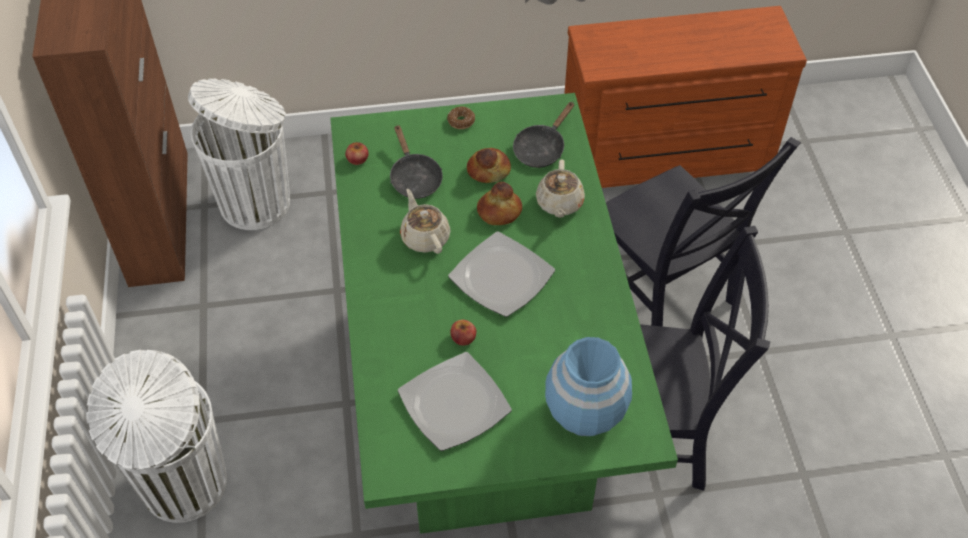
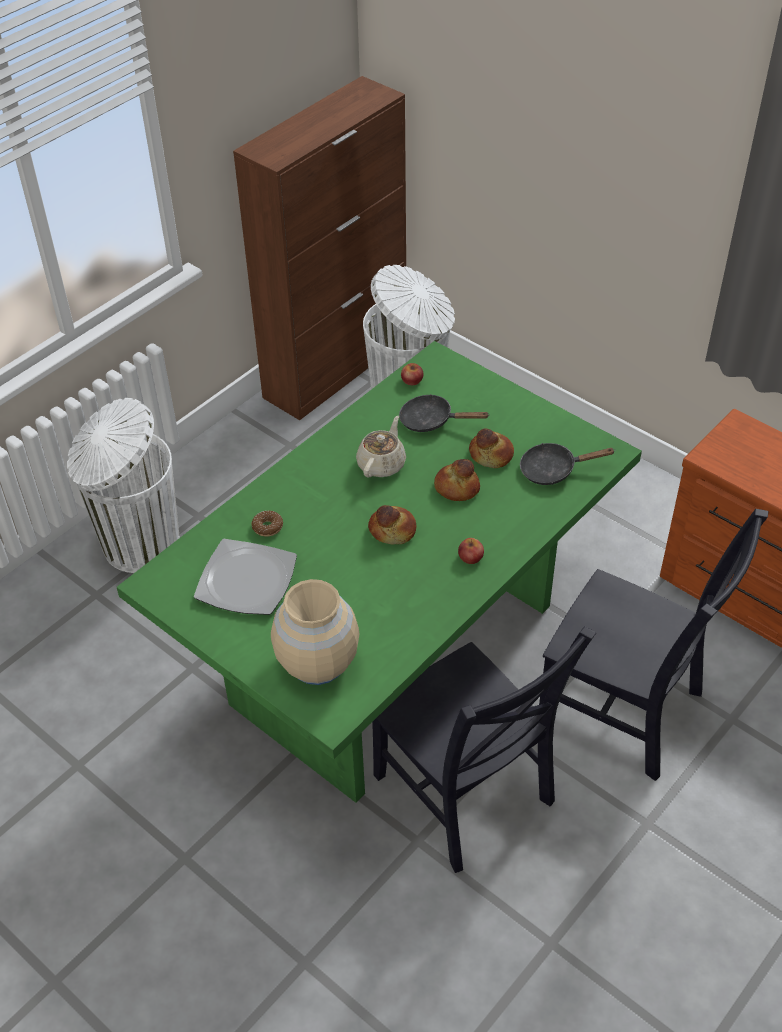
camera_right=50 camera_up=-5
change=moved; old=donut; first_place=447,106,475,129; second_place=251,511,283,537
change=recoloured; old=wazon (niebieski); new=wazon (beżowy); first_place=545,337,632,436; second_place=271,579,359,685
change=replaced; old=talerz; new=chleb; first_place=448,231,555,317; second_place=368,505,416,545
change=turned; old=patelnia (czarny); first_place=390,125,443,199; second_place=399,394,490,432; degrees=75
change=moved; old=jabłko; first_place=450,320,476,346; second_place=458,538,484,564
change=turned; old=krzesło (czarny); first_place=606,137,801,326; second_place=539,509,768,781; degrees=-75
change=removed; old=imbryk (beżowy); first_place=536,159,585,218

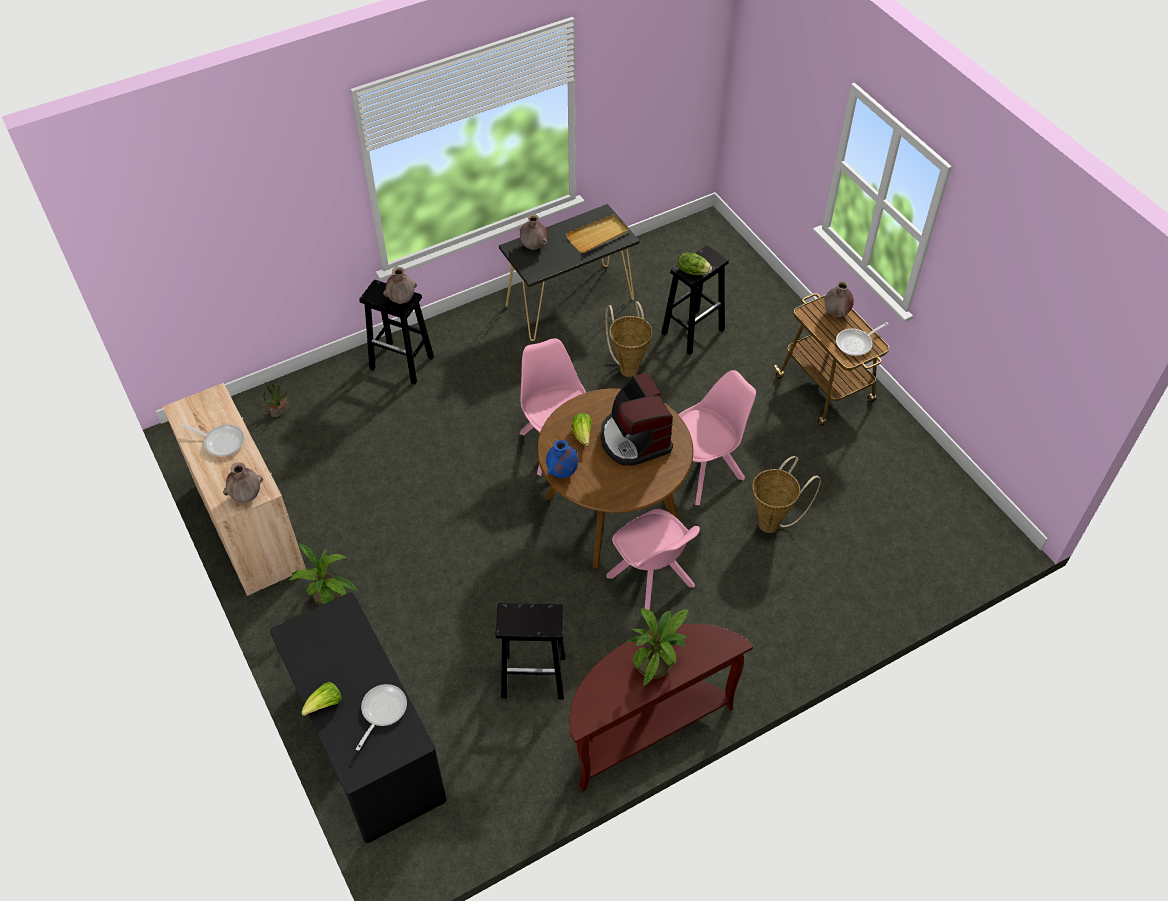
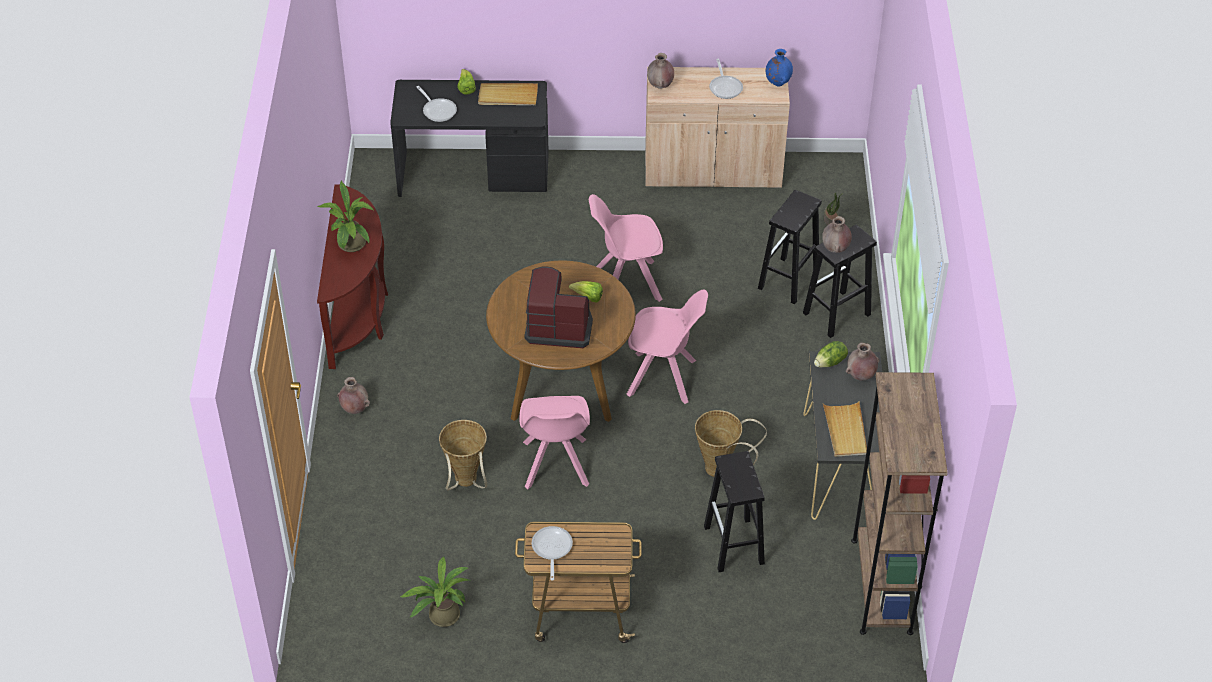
camera_right=120 camera_up=-5
change=moved; old=wazon (brązowy); first_place=824,281,854,317; second_place=337,377,370,414
change=moved; old=roślina doniczkowa; first_place=289,542,358,606; second_place=399,556,469,627
change=added; new=taca (beżowy); second_place=478,83,538,105
change=moved; old=krzesło (różowy); first_place=607,509,700,611; second_place=589,194,663,302
change=turned; old=patelnia; first_place=181,424,244,456; second_place=709,59,743,99; degrees=-60
change=moved; old=stołek (czarny); first_place=496,603,565,700; second_place=758,190,822,304
change=moved; old=wazon (niebieski); first_place=546,440,578,478; second_place=766,49,793,86
change=moved; old=sałata; first_place=678,253,712,275; second_place=814,341,848,368
change=added; new=regał (brązowy); second_place=851,372,948,635

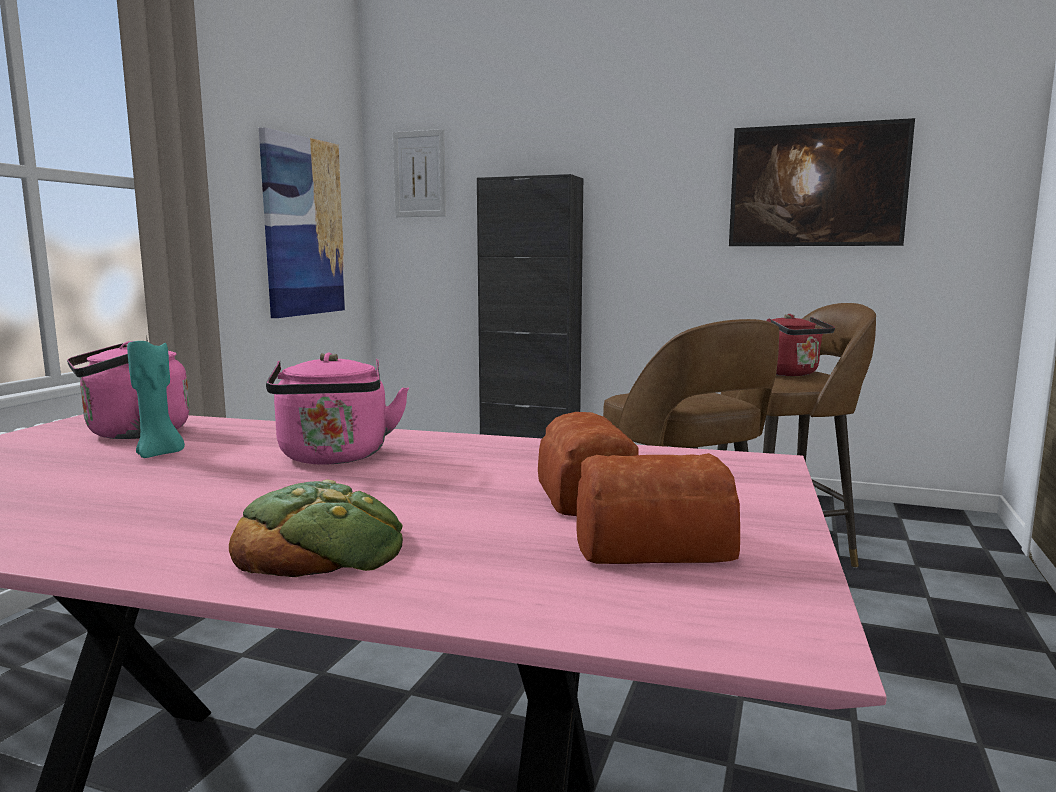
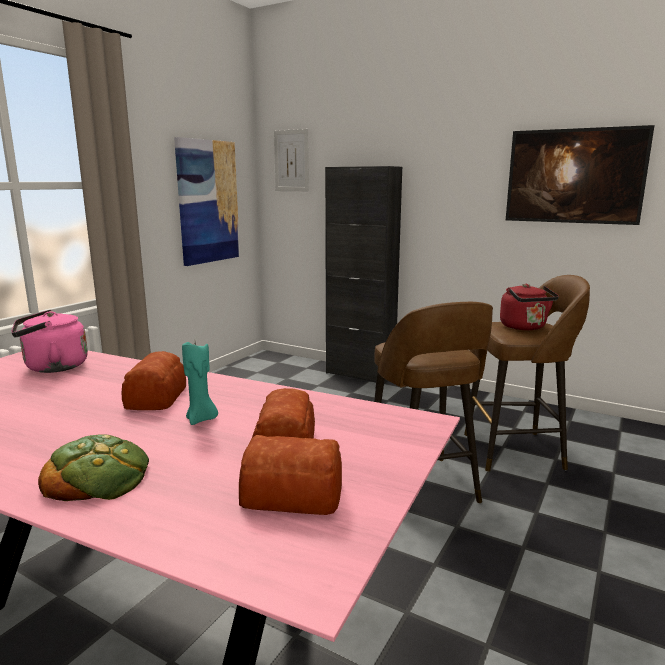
camera_right=10 camera_up=5
change=replaced; old=czajnik (różowy); new=chleb; first_place=266,352,409,465; second_place=122,351,186,410
change=moved; old=świeca (turkusowy); first_place=127,340,185,458; second_place=182,342,218,425

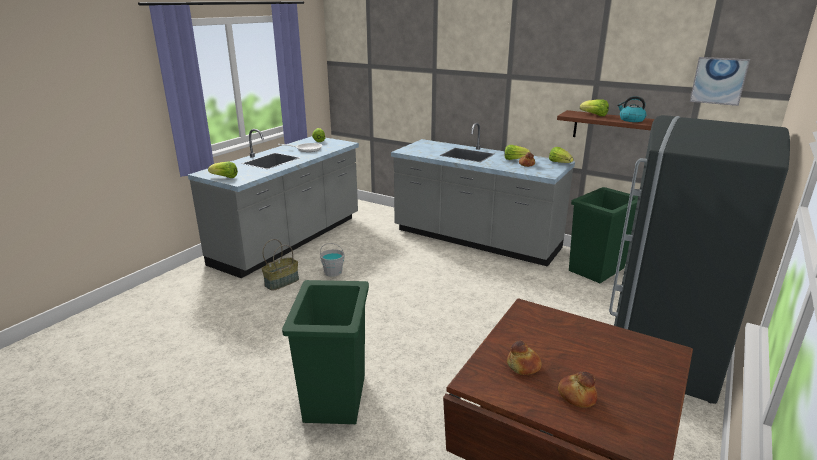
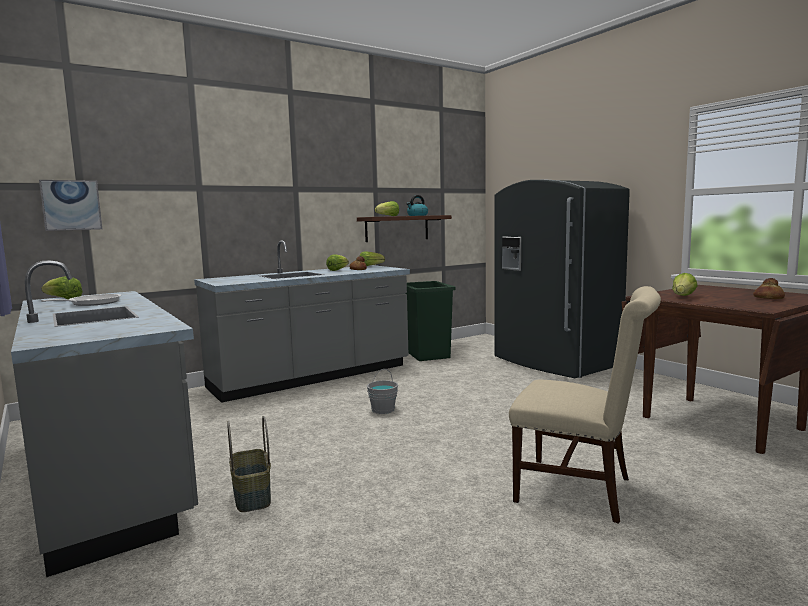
camera_right=-65 camera_up=-15
change=moved; old=obraz; first_place=690,57,750,106; second_place=39,180,102,231
change=moved; old=wiadro (szary); first_place=320,243,345,277; second_place=367,369,398,414
change=replaced; old=kosz na śmieci (zielony); new=krzesło (beżowy); first_place=282,280,369,424; second_place=509,286,661,523
change=moved; old=sałata; first_place=208,162,238,178; second_place=672,273,698,296
change=removed; old=chleb; first_place=507,340,542,375

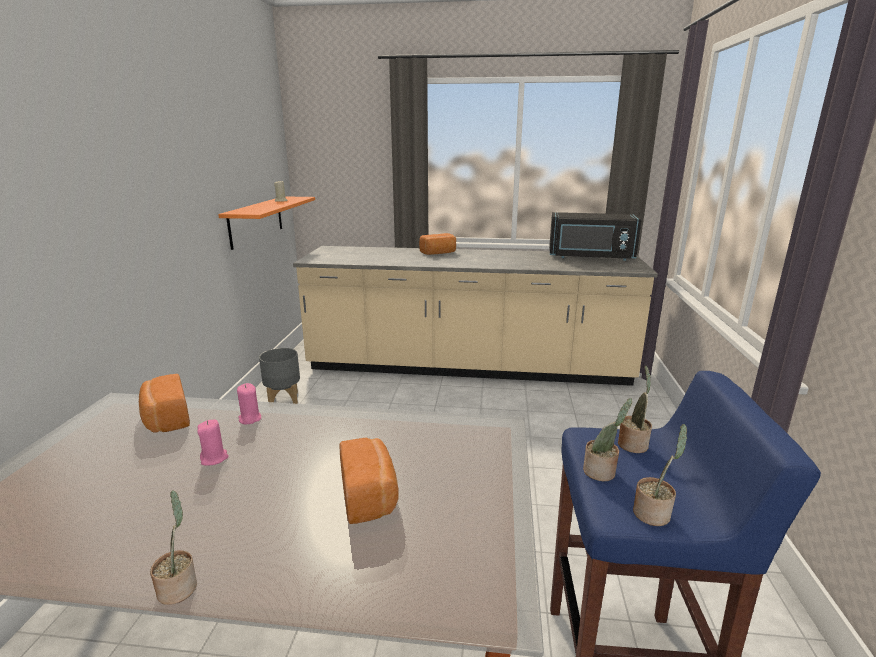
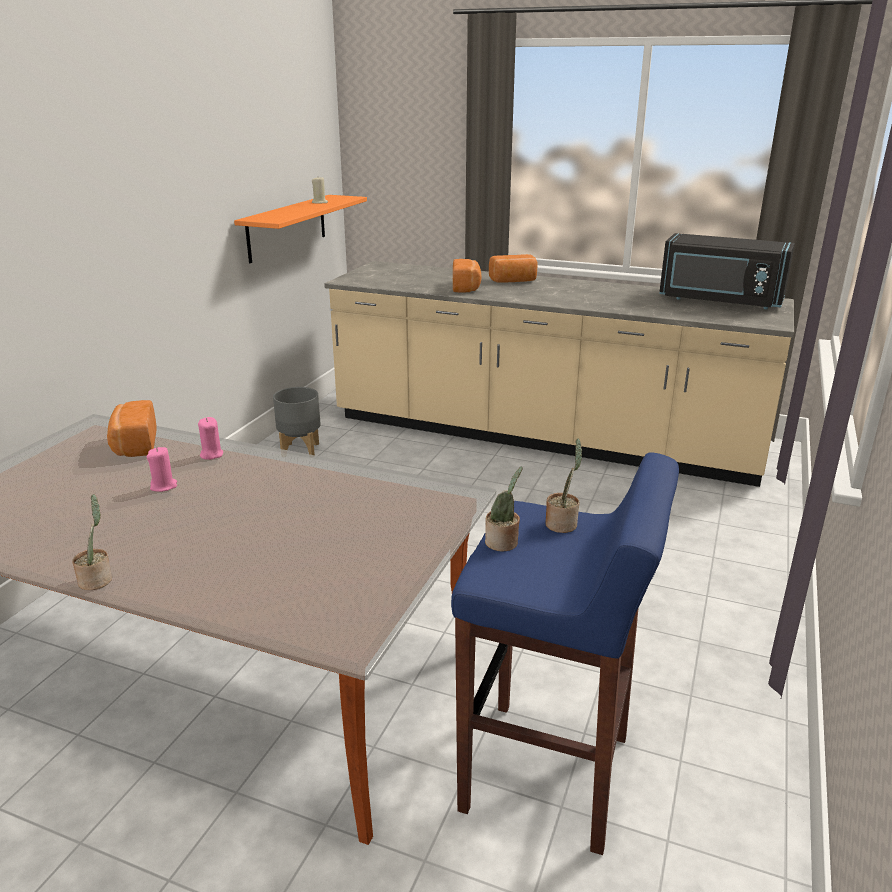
camera_right=15 camera_up=5
change=moved; old=chleb; first_place=339,437,399,524; second_place=453,259,481,292
change=removed; old=roślina doniczkowa; first_place=633,424,687,526

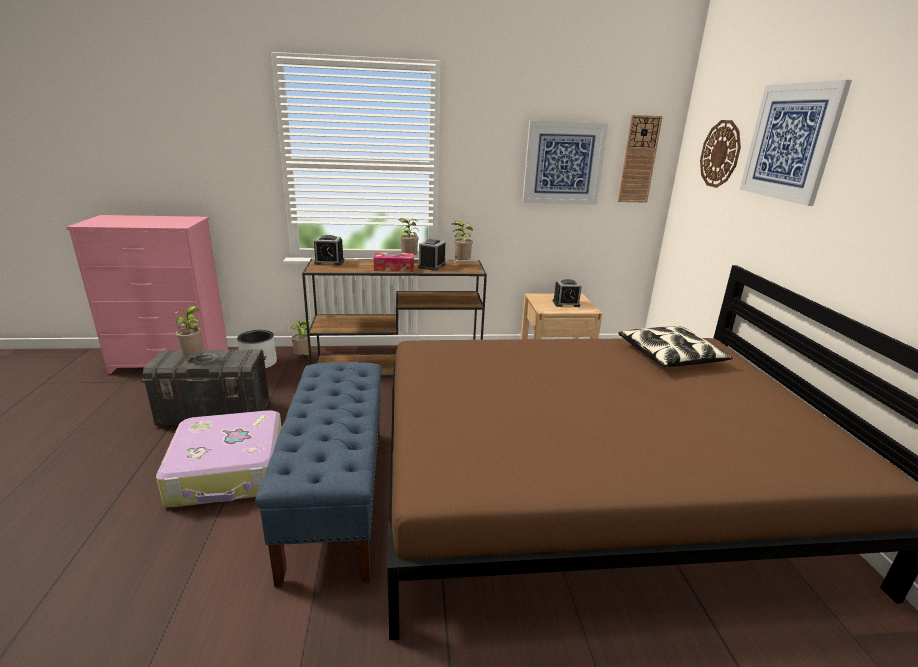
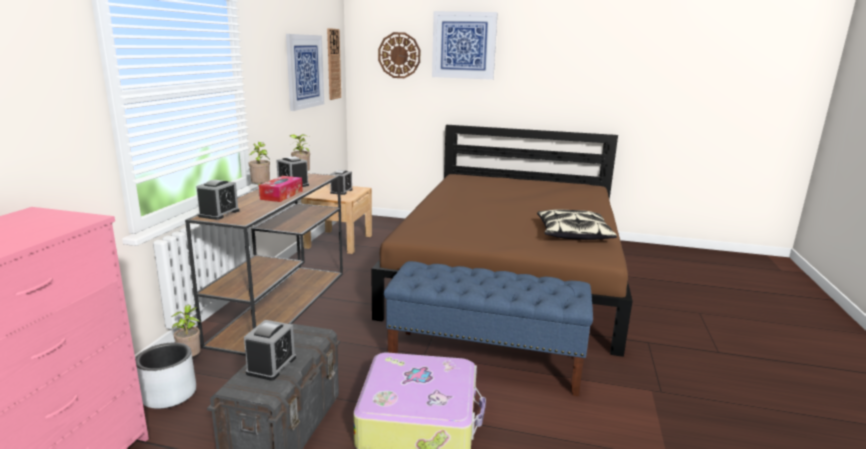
camera_right=-70 camera_up=-5
change=replaced; old=roślina doniczkowa; new=budzik; first_place=173,306,203,355; second_place=244,320,296,381
change=moved; old=poduszka; first_place=618,326,733,367; second_place=537,209,617,240

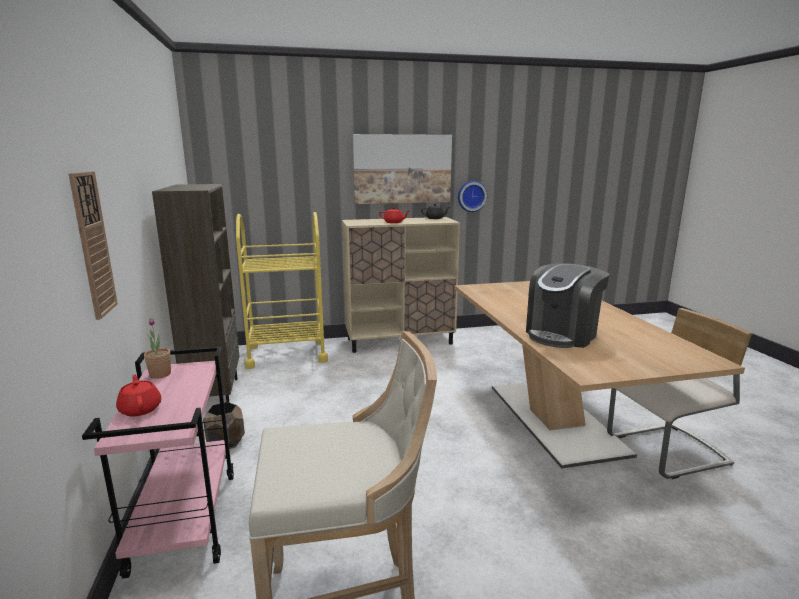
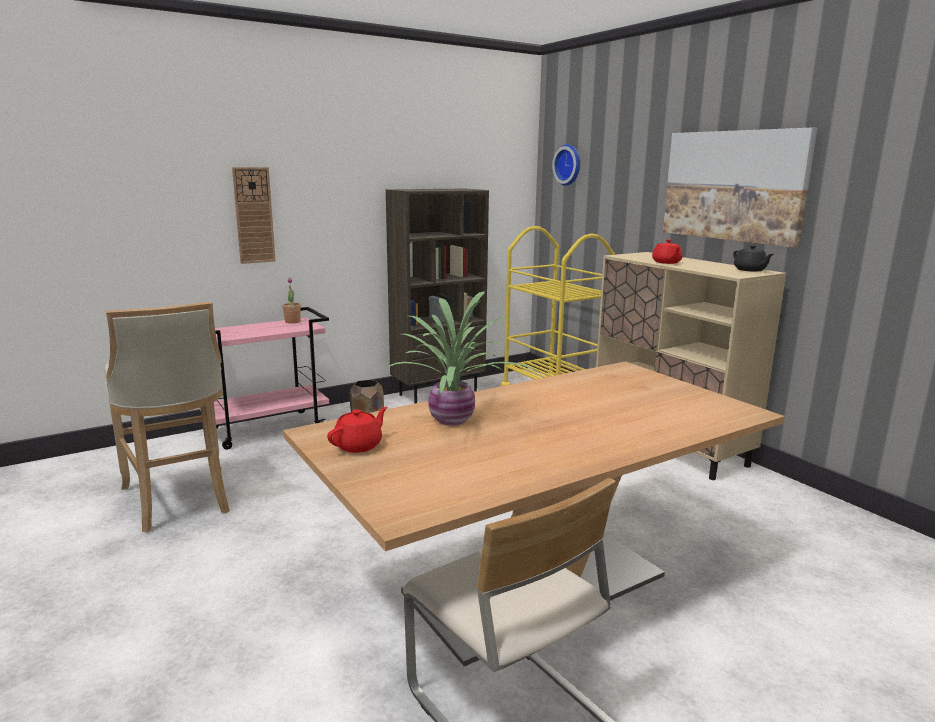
camera_right=70 camera_up=0
change=moved; old=imbryk (czerwony); first_place=116,374,161,416; second_place=327,407,387,453
change=replaced; old=ekspres do kawy; new=roślina doniczkowa; first_place=526,263,610,348; second_place=384,291,538,426
change=moved; old=zegar ścienny; first_place=458,181,487,212; second_place=552,144,580,186

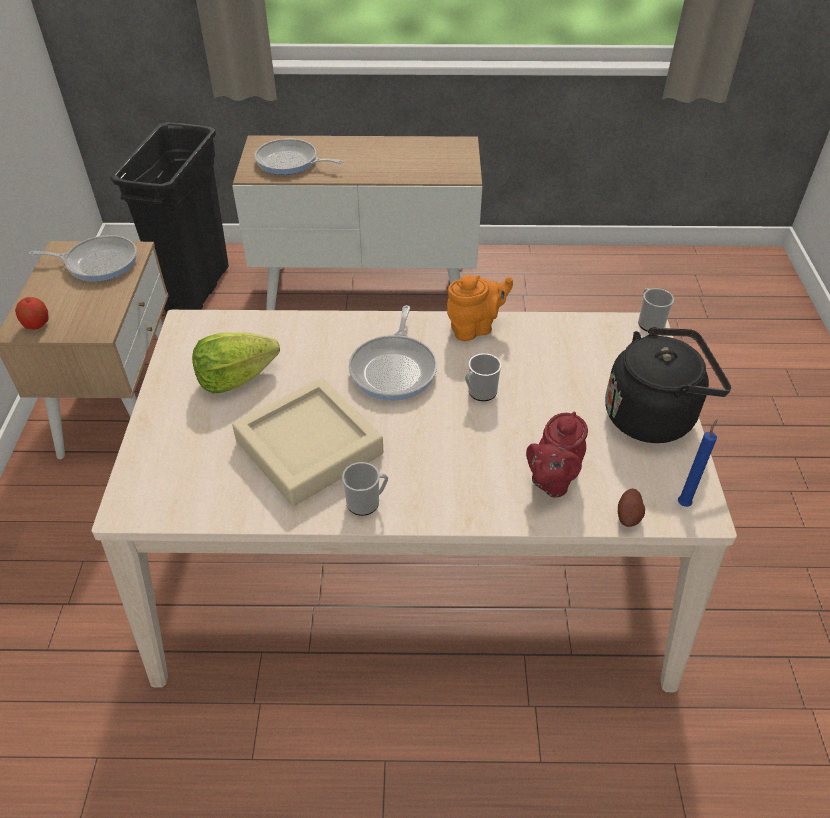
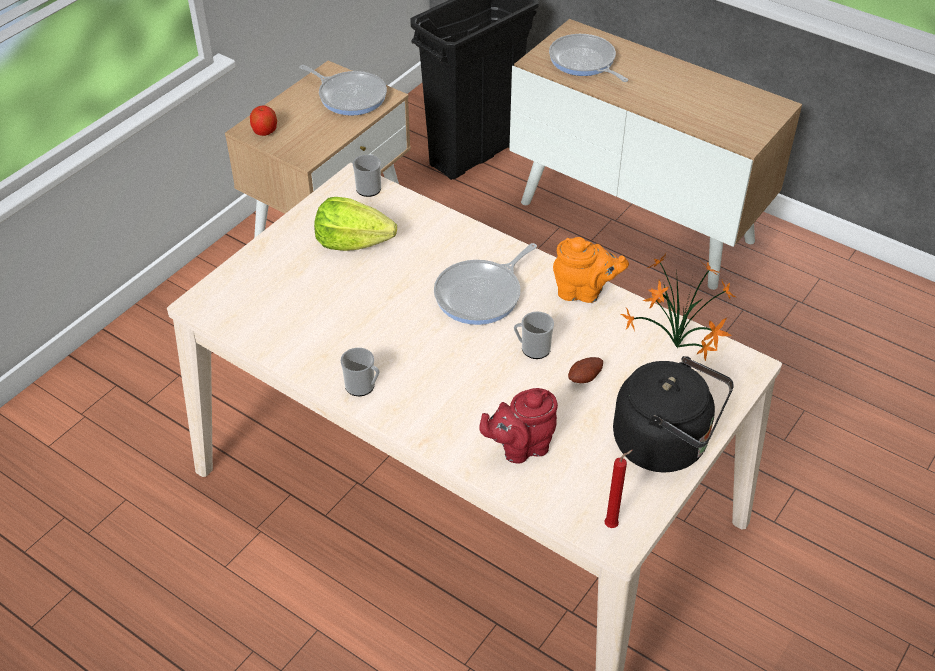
camera_right=35 camera_up=0
change=moved; old=kubek; first_place=638,288,674,332; second_place=353,154,381,197
change=moved; old=ziemniak; first_place=618,488,645,527; second_place=568,357,603,383
change=recoloured; old=świeca (niebieski); new=świeca (czerwony); first_place=678,419,718,507; second_place=604,450,633,528
change=added; new=roślina doniczkowa; second_place=621,253,736,361
change=removed; old=taca (beżowy); first_place=232,378,383,506

